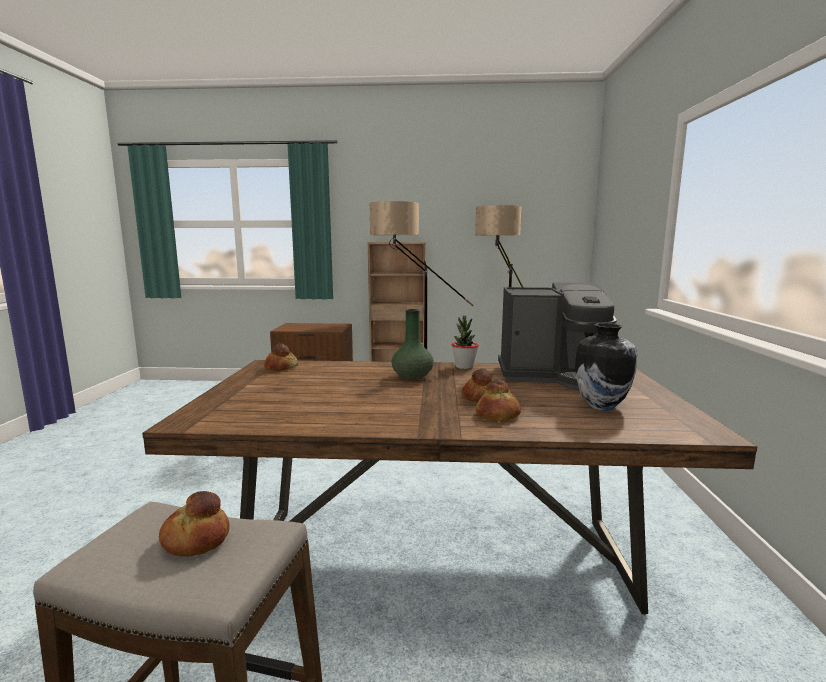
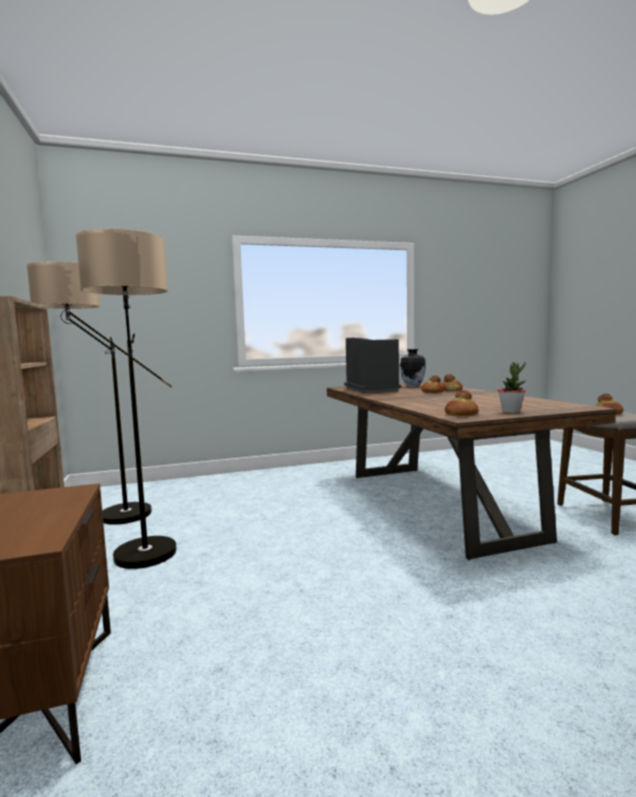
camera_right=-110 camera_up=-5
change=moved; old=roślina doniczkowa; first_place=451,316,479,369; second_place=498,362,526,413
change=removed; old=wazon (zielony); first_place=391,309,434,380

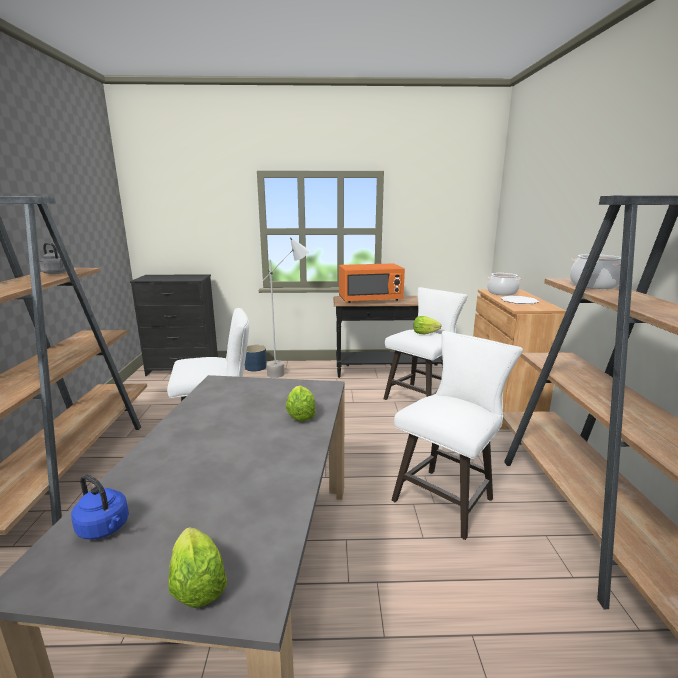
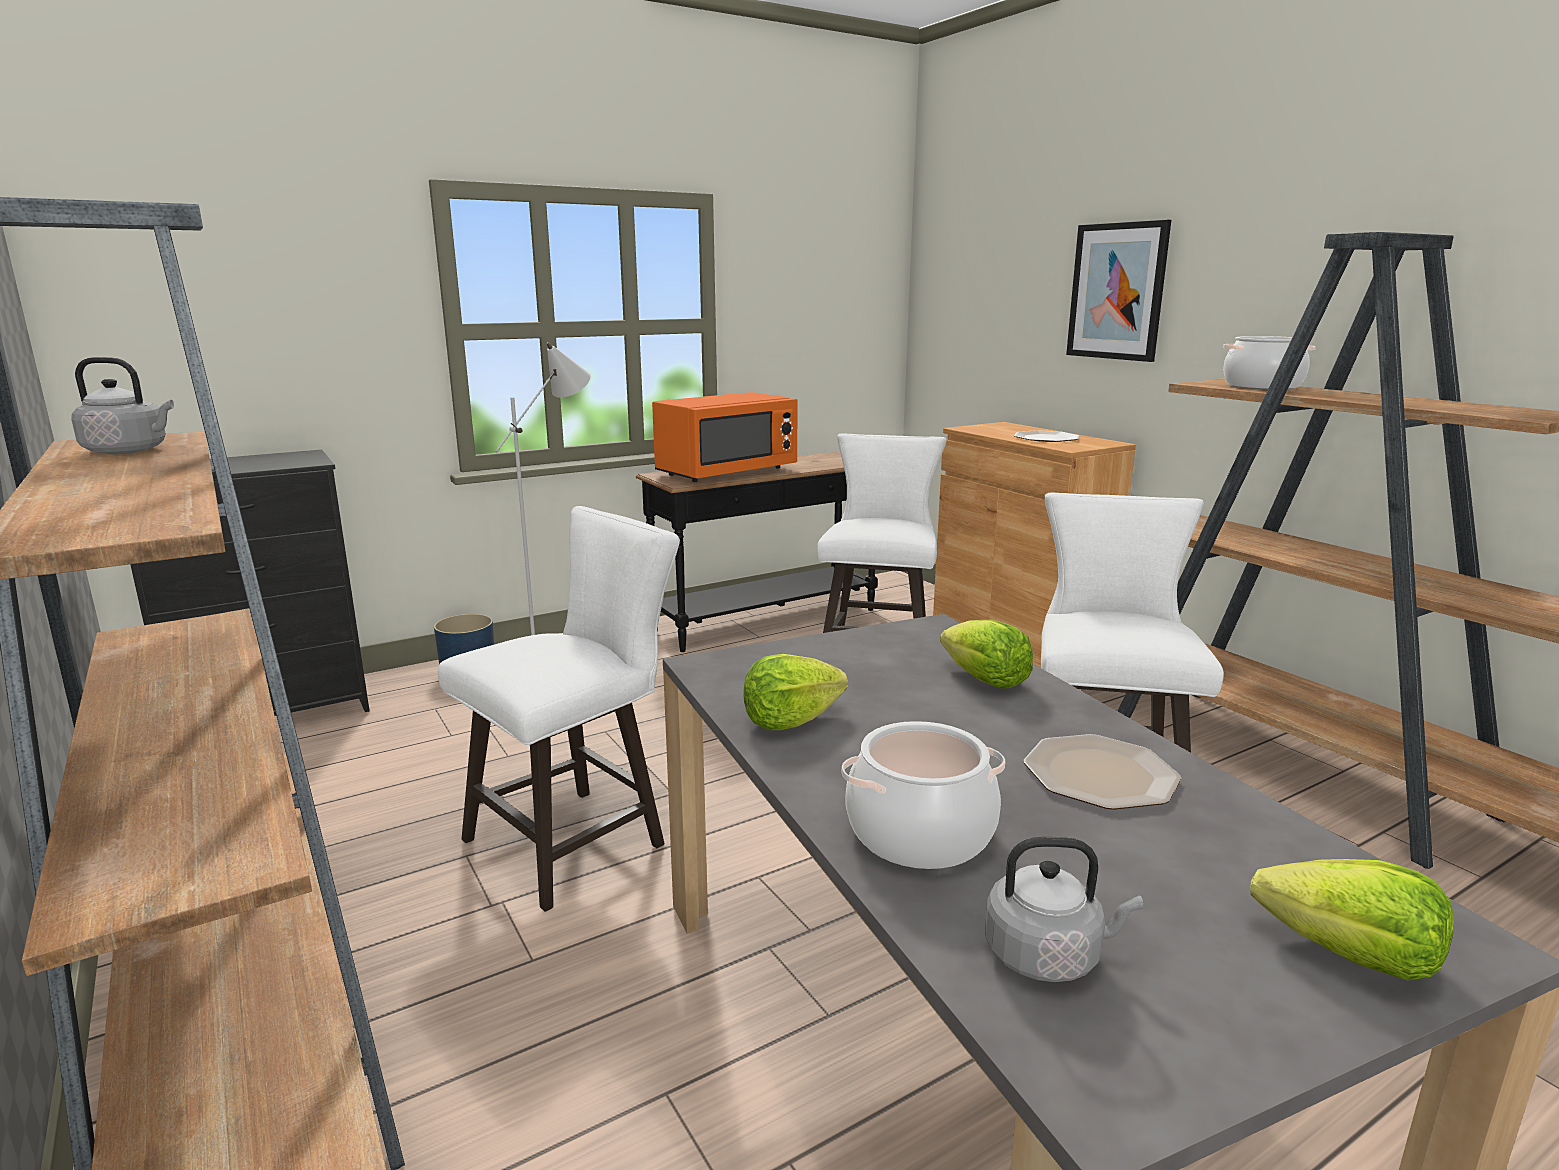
camera_right=-30 camera_up=0
change=moved; old=sałata; first_place=413,316,441,334; second_place=743,654,848,730
change=moved; old=garnek; first_place=487,273,522,296; second_place=842,721,1005,869
change=recoloured; old=czajnik (niebieski); new=czajnik (szary); first_place=71,474,129,540; second_place=985,837,1143,982
change=added; new=talerz; second_place=1024,734,1181,810
change=added; new=obraz; second_place=1066,220,1171,362

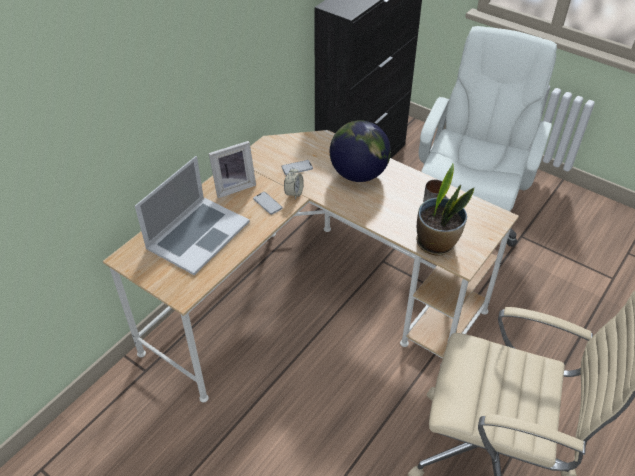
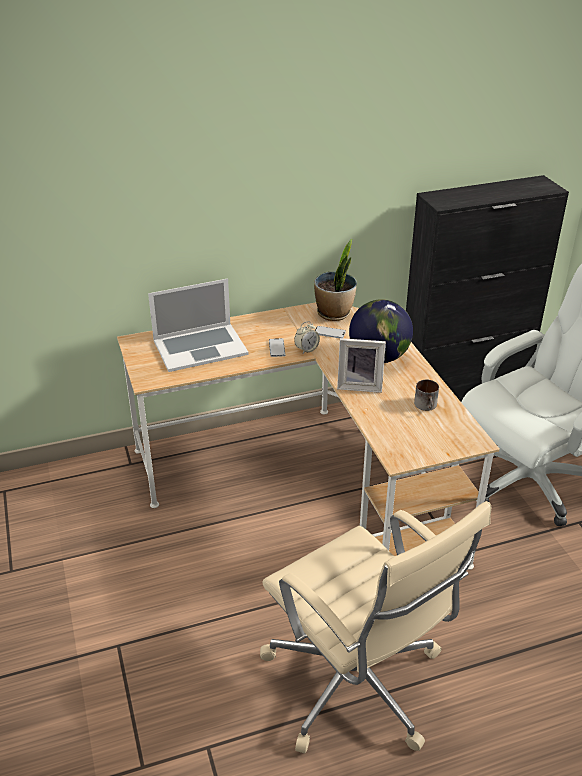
camera_right=35 camera_up=-10
change=moved; old=roślina doniczkowa; first_place=416,164,474,256; second_place=314,239,357,321
change=moved; old=ramka na zdjęcie; first_place=209,141,256,198; second_place=337,338,386,393

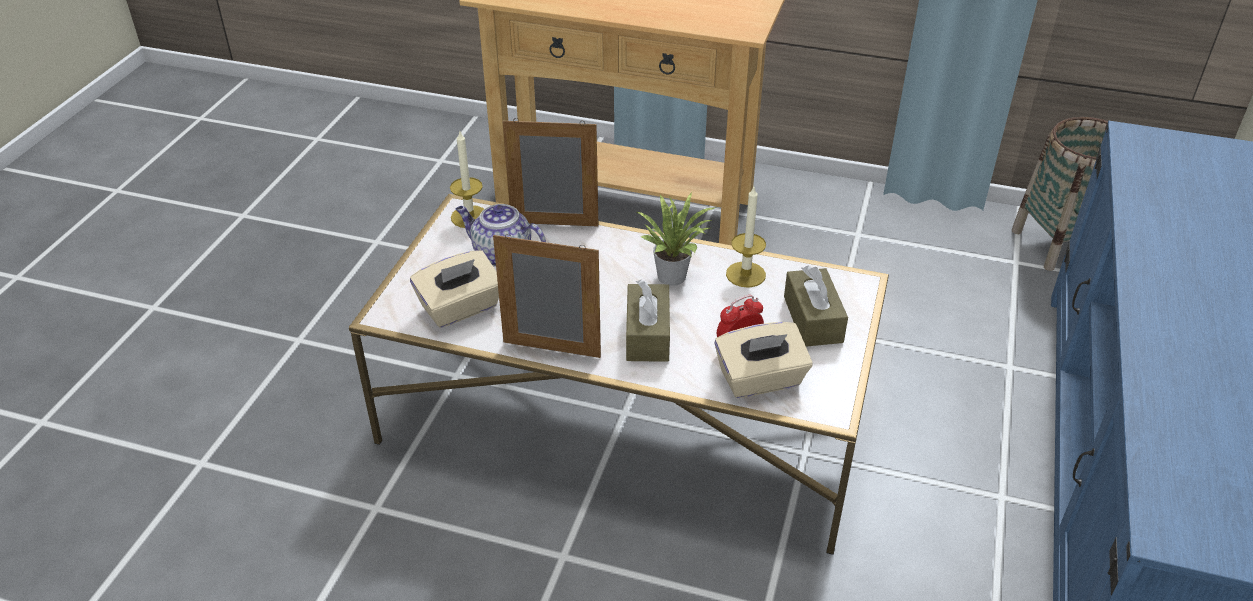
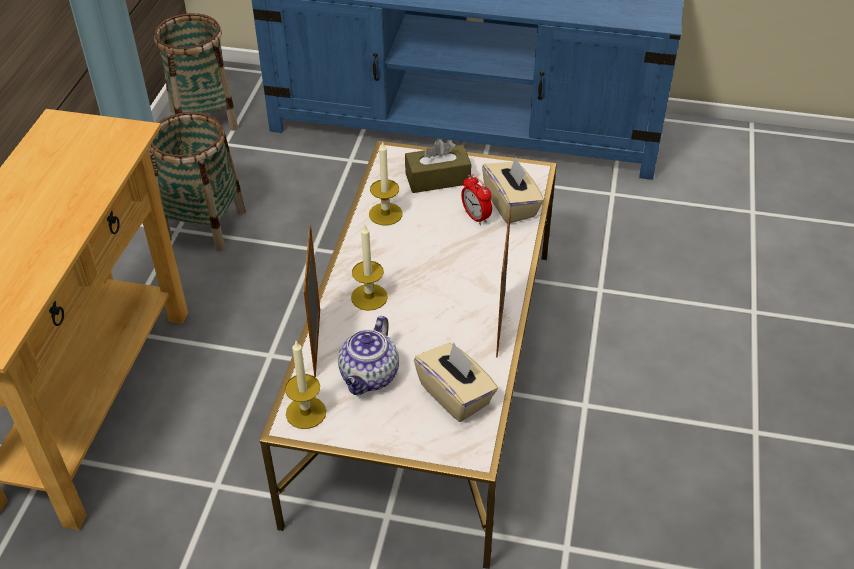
camera_right=-95 camera_up=5
change=added; new=koszyk; second_place=149,112,246,251
change=added; new=świeca; second_place=351,225,388,311
change=removed; old=pudełko chusteczek (brązowy); first_place=626,280,670,362
change=removed; old=roślina doniczkowa; first_place=635,192,717,286

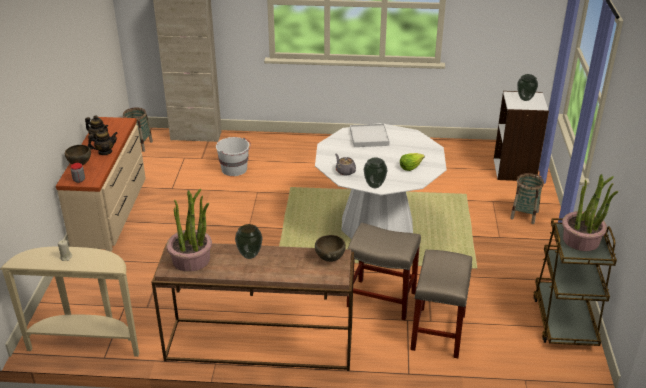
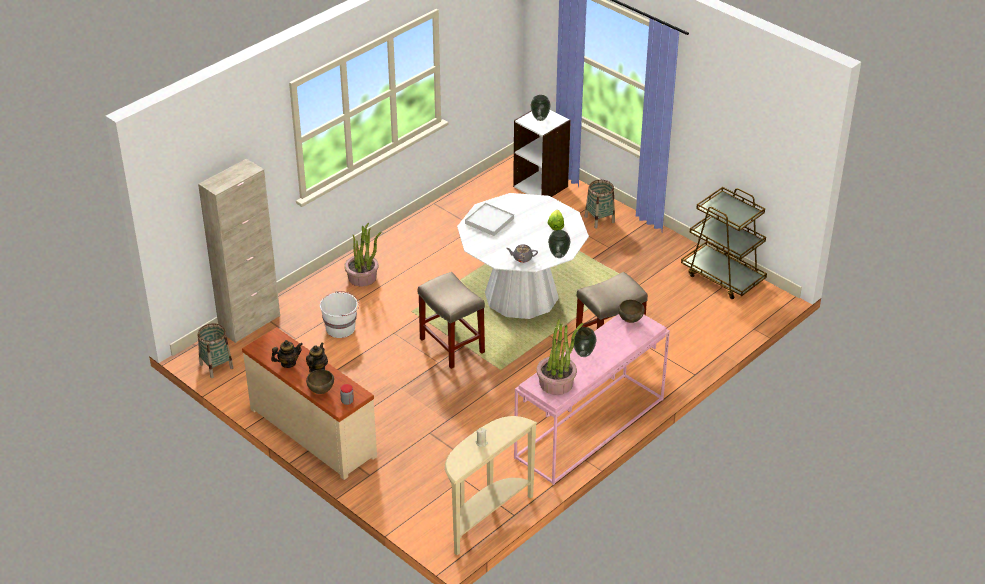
camera_right=-50 camera_up=5
change=moved; old=roślina doniczkowa; first_place=562,174,618,251; second_place=344,223,382,286
change=moved; old=stołek (beżowy); first_place=410,249,472,358; second_place=418,272,485,369
change=recoloured; old=stolik konsolowy (brązowy); new=stolik konsolowy (różowy); first_place=152,243,354,371; second_place=514,314,670,485

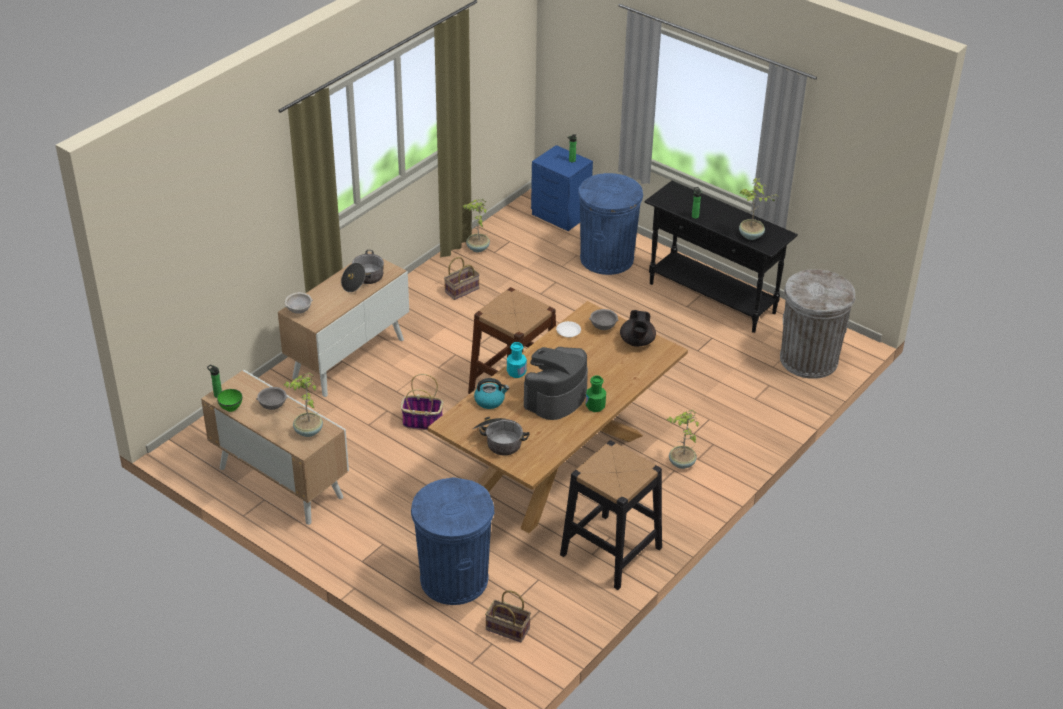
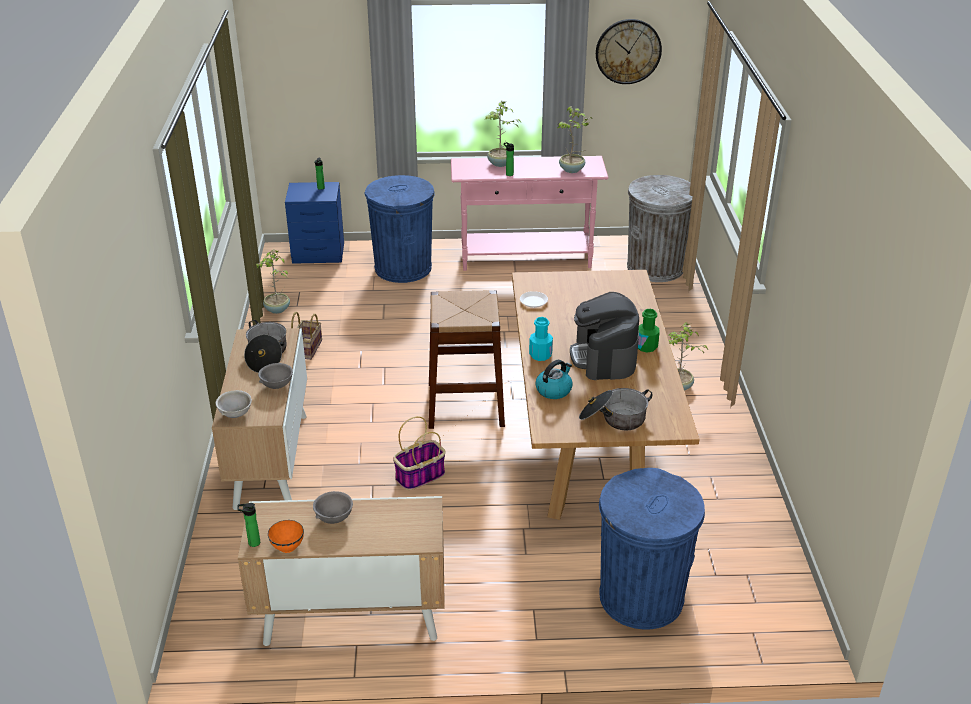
camera_right=-40 camera_up=-5
change=moved; old=miska (szary); first_place=589,309,618,330; second_place=258,363,293,389
change=recoloured; old=miska (zielony); new=miska (pomarańczowy); first_place=217,389,243,412; second_place=268,520,304,553
change=recoloured; old=stolik konsolowy (czarny); new=stolik konsolowy (różowy); first_place=645,181,798,333; second_place=451,156,609,271
change=moved; old=roślina doniczkowa; first_place=284,373,323,437; second_place=485,100,521,167
change=added; new=zegar ścienny; second_place=596,19,662,84
change=removed; old=koszyk; first_place=485,590,531,642
change=removed; old=stołek (czarny); first_place=560,440,662,590
change=removed; old=imbryk (czarny); first_place=620,310,656,347

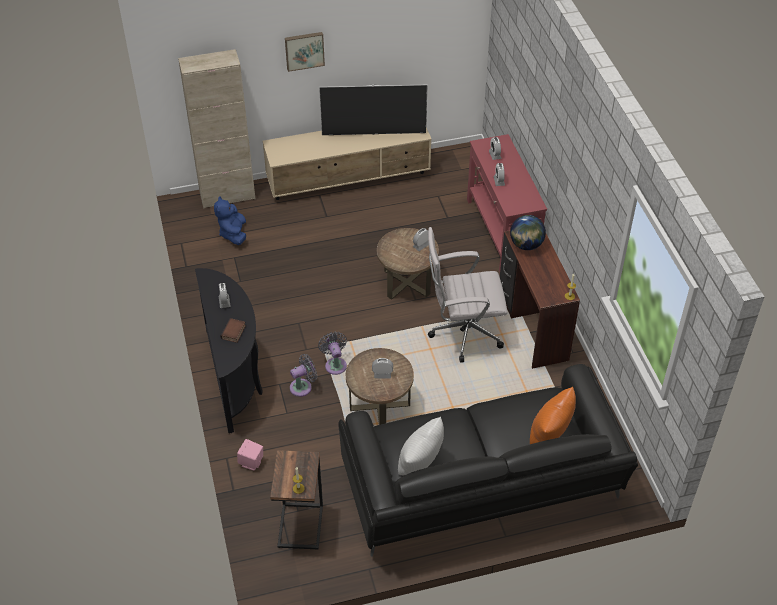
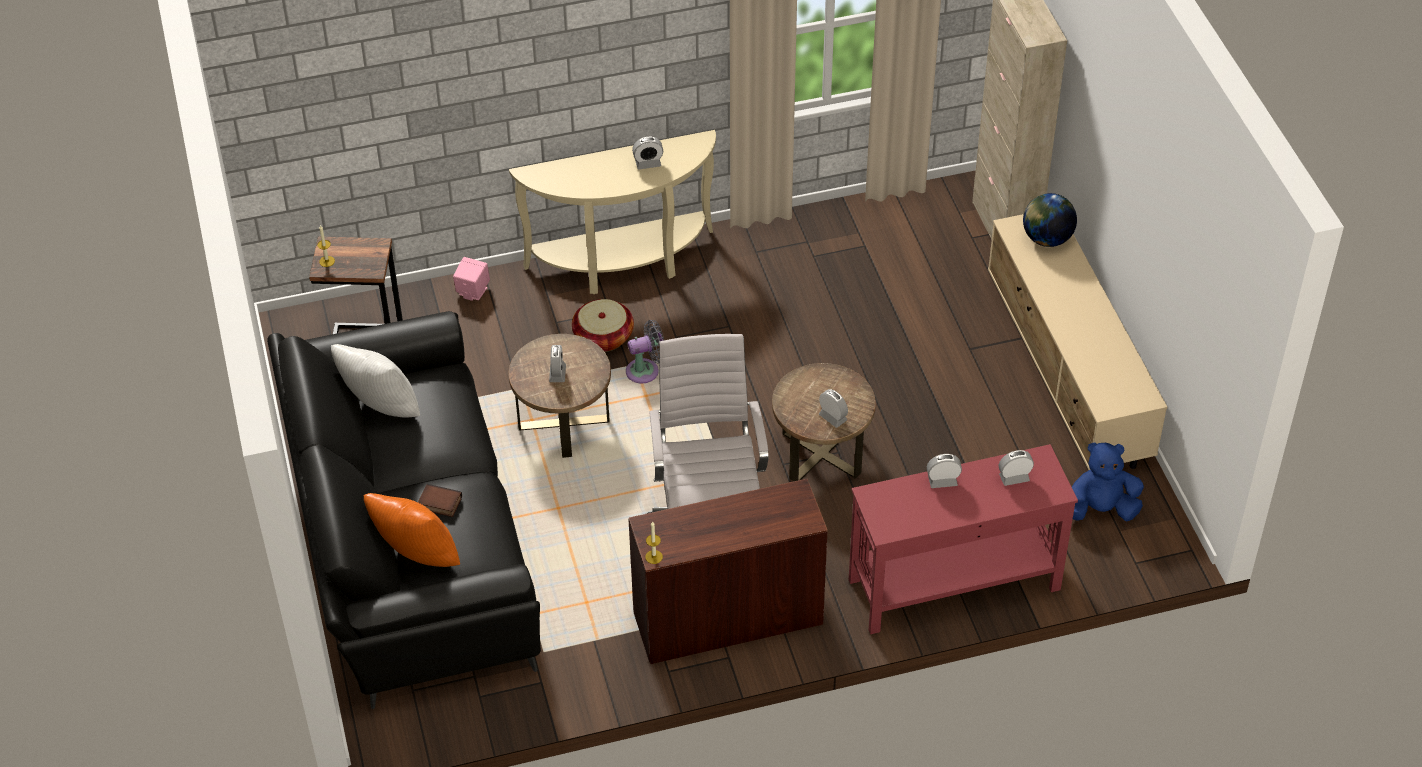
camera_right=90 camera_up=0
change=moved; old=książka; first_place=220,318,246,343; second_place=418,484,462,517
change=recoloured; old=stolik konsolowy (czarny); new=stolik konsolowy (beżowy); first_place=195,268,263,433; second_place=509,130,716,294
change=replaced; old=wentylator (szary); new=koszyk; first_place=290,354,317,397; second_place=572,299,634,352
change=moved; old=globus; first_place=510,215,546,250; second_place=1023,193,1077,247
change=moved; old=pluszak (niebieski); first_place=214,196,246,245; second_place=1072,442,1144,522
change=removed; old=obraz; first_place=285,32,325,72
change=removed; old=telewizor; first_place=319,85,428,135

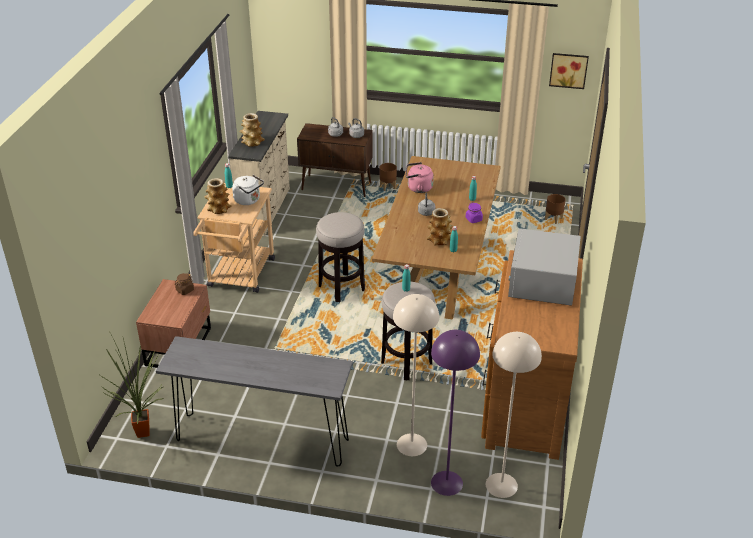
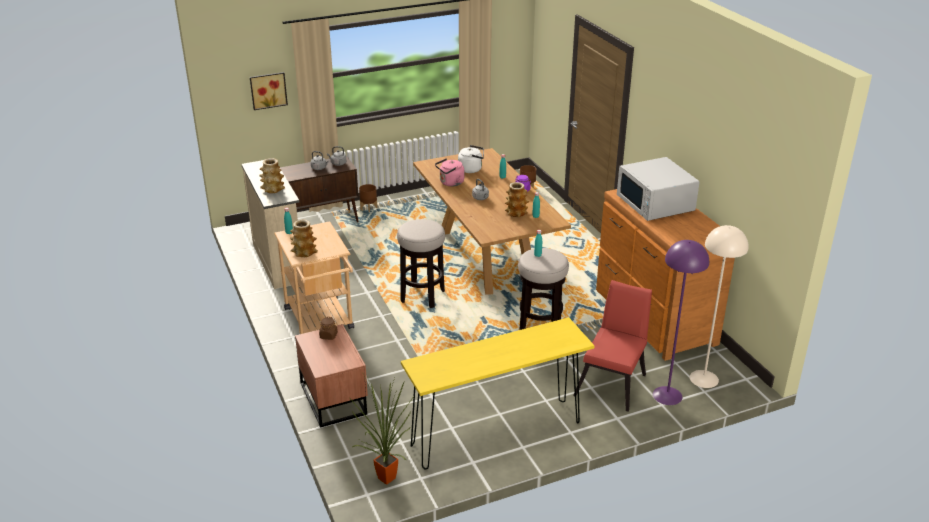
camera_right=-35 camera_up=-5
change=moved; old=obraz; first_place=549,53,589,89; second_place=250,72,288,110
change=recoloured; old=stolik konsolowy (szary); new=stolik konsolowy (żółty); first_place=156,336,353,467; second_place=401,317,594,469
change=moved; old=czajnik (biały); first_place=232,175,264,205; second_place=458,145,484,173
change=replaced; old=lampa stojąca (beżowy); new=krzesło (czerwony); first_place=393,294,439,456; second_place=573,280,652,412

